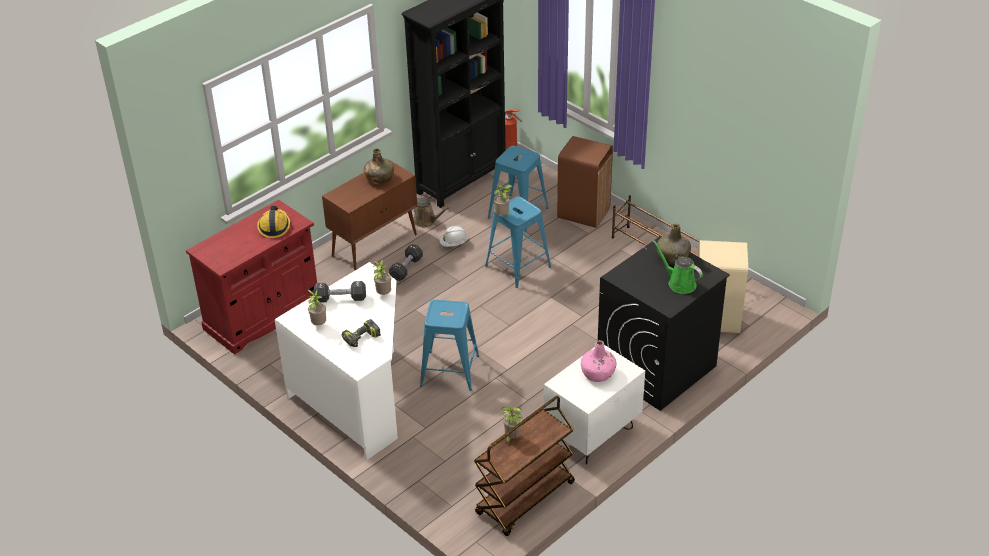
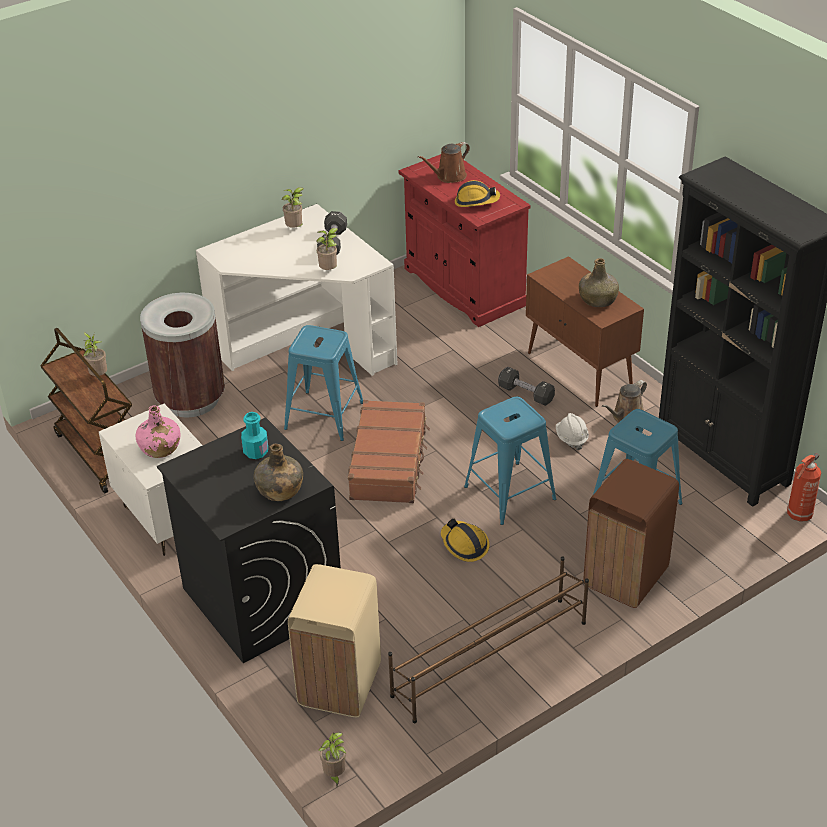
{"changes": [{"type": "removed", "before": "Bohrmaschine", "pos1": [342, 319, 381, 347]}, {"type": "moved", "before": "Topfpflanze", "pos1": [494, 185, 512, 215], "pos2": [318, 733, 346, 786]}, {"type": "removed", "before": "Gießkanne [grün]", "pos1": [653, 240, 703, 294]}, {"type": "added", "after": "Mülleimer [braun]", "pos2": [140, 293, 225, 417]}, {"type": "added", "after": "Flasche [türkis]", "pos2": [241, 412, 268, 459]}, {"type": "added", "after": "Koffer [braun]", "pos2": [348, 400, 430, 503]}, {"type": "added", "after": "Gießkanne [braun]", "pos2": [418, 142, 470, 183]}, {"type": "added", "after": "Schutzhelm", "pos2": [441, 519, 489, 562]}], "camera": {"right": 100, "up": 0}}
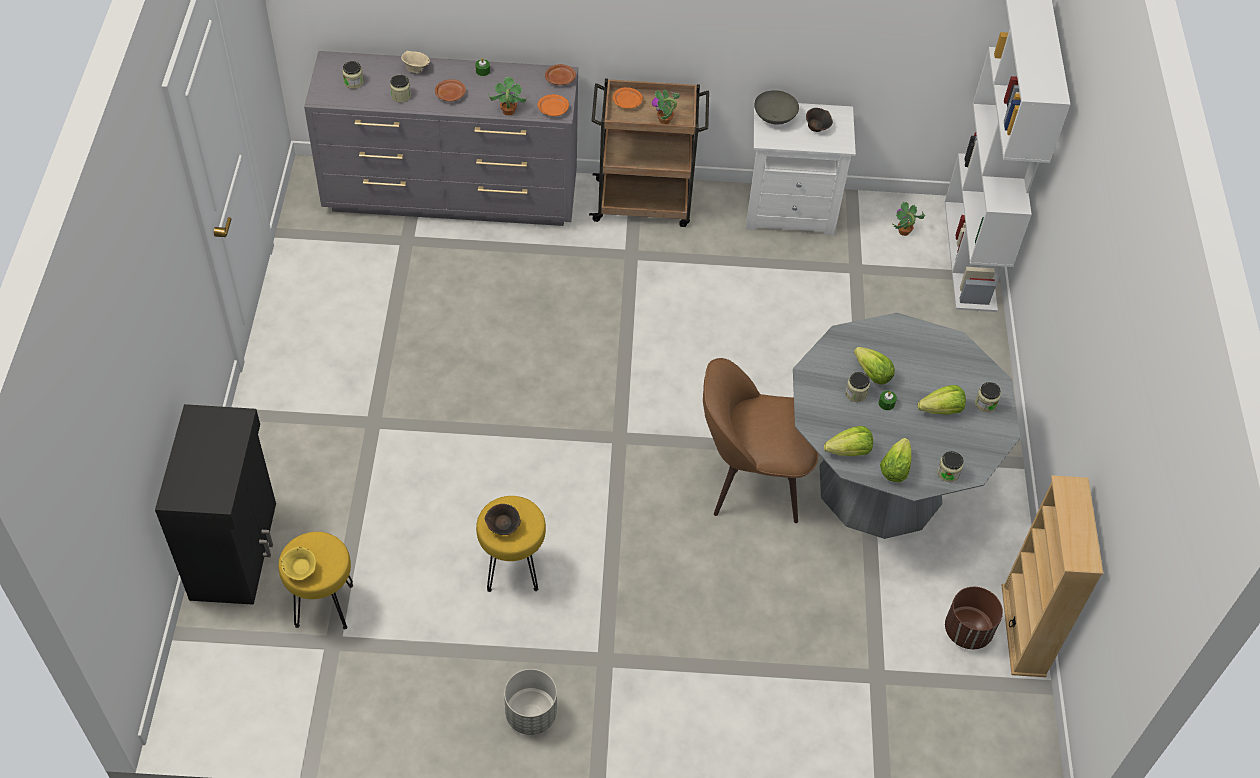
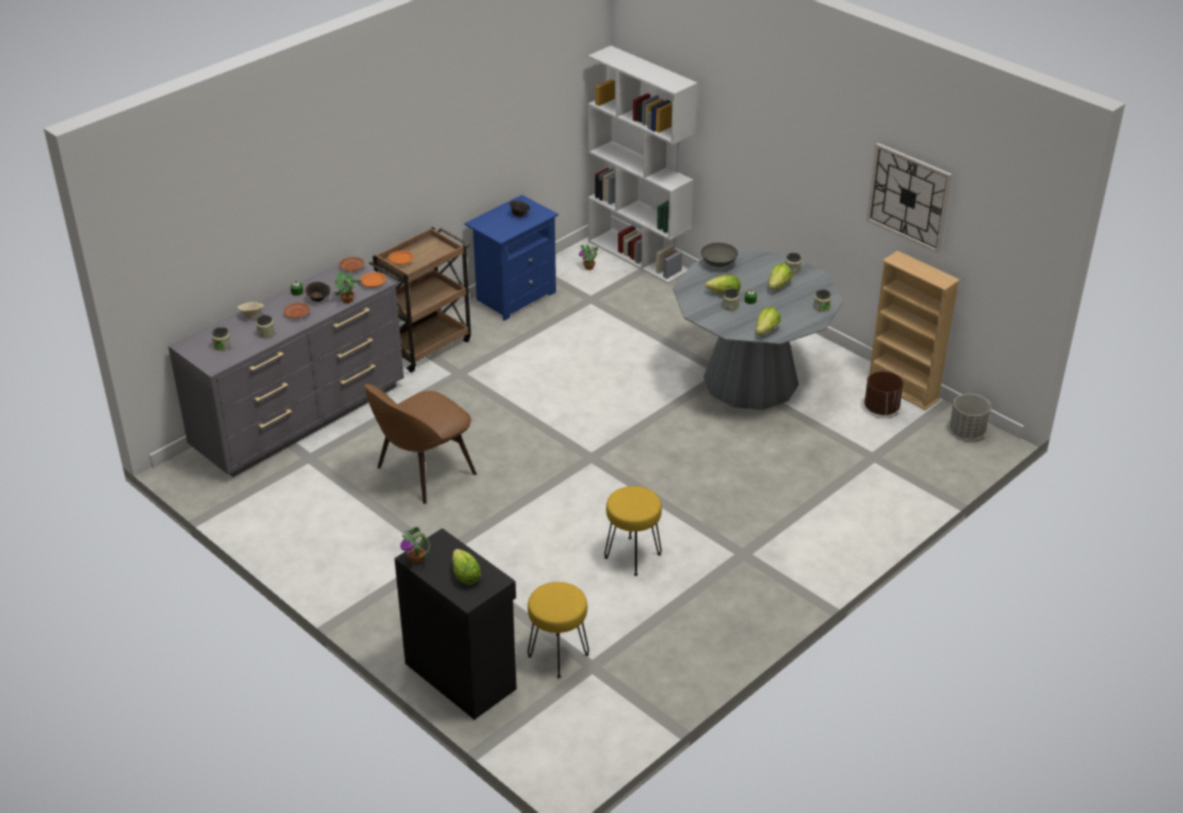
{"changes": [{"type": "removed", "before": "Schüssel [gelb]", "pos1": [281, 547, 316, 580]}, {"type": "moved", "before": "Schüssel [braun]", "pos1": [485, 504, 521, 535], "pos2": [305, 282, 330, 302]}, {"type": "moved", "before": "Pflanzkübel [grau]", "pos1": [504, 669, 557, 735], "pos2": [950, 394, 991, 439]}, {"type": "moved", "before": "Topfpflanze", "pos1": [652, 89, 680, 124], "pos2": [400, 527, 430, 563]}, {"type": "moved", "before": "Stuhl [braun]", "pos1": [703, 358, 818, 523], "pos2": [364, 384, 477, 504]}, {"type": "recoloured", "before": "Nachttisch [weiß]", "after": "Nachttisch [blau]", "pos1": [745, 100, 856, 235], "pos2": [464, 195, 559, 321]}, {"type": "moved", "before": "Schüssel [grau]", "pos1": [754, 90, 799, 125], "pos2": [701, 243, 738, 267]}, {"type": "moved", "before": "Salatkopf", "pos1": [880, 438, 911, 482], "pos2": [452, 549, 481, 585]}, {"type": "added", "after": "Wanduhr", "pos2": [867, 143, 952, 253]}], "camera": {"right": -45, "up": -15}}
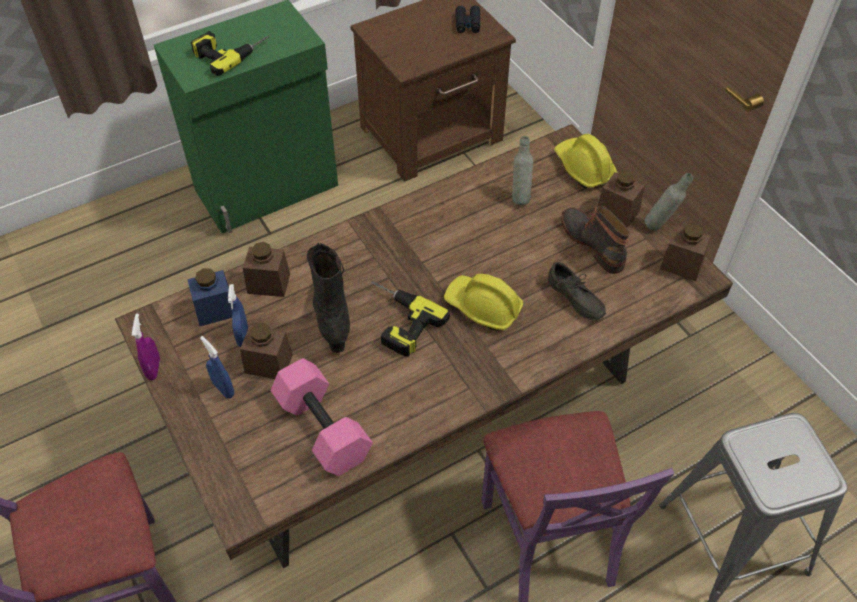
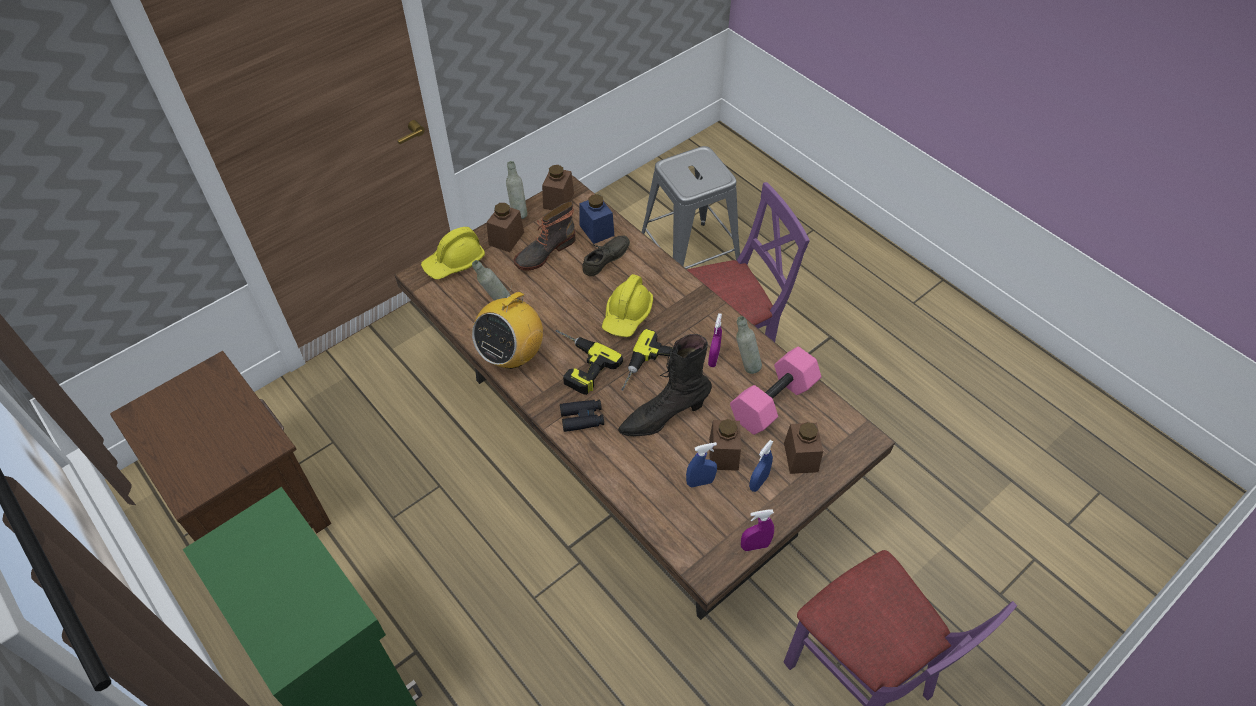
{"changes": [{"type": "moved", "before": "Vorratsglas [blau]", "pos1": [187, 268, 232, 326], "pos2": [579, 194, 614, 244]}, {"type": "moved", "before": "Bohrmaschine", "pos1": [191, 31, 270, 76], "pos2": [555, 330, 623, 395]}, {"type": "moved", "before": "Vorratsglas [braun]", "pos1": [243, 242, 290, 297], "pos2": [784, 422, 823, 474]}, {"type": "moved", "before": "Fernglas [schwarz]", "pos1": [455, 6, 480, 33], "pos2": [560, 399, 604, 432]}, {"type": "added", "after": "Radio", "pos2": [472, 283, 543, 369]}, {"type": "added", "after": "Sprühflasche [lila]", "pos2": [708, 313, 722, 367]}, {"type": "added", "after": "Flasche [grau]", "pos2": [736, 316, 762, 374]}], "camera": {"right": -100, "up": 0}}
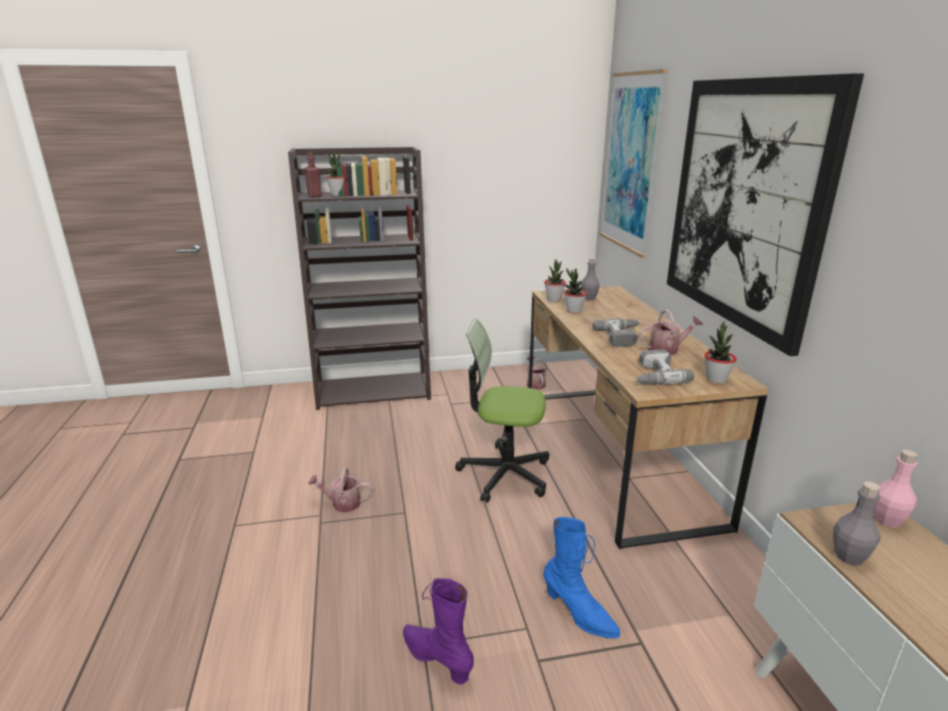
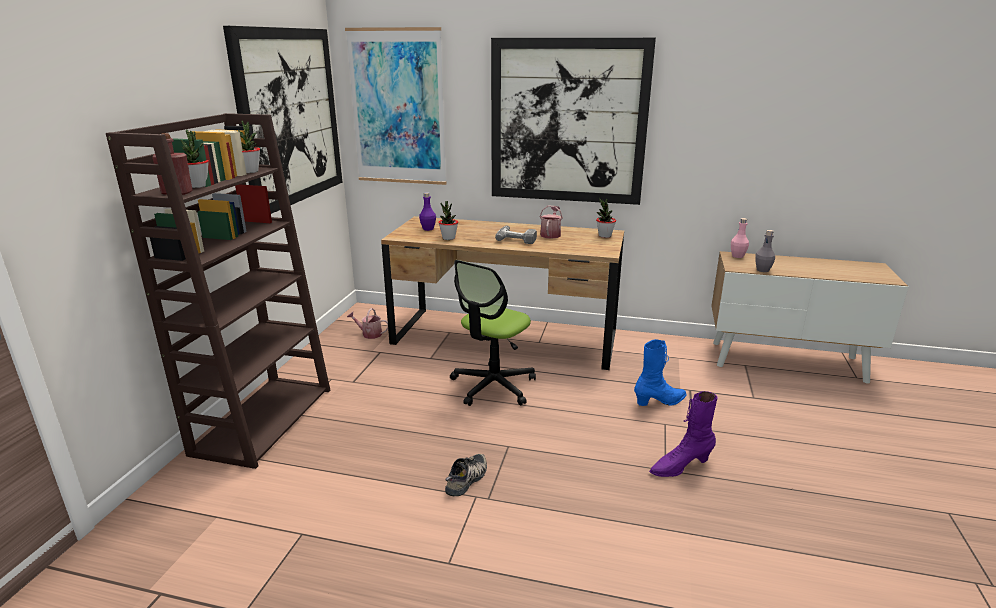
{"changes": [{"type": "replaced", "before": "Gießkanne", "after": "Schuh", "pos1": [308, 468, 372, 512], "pos2": [445, 454, 487, 496]}, {"type": "moved", "before": "Topfpflanze", "pos1": [544, 259, 566, 302], "pos2": [238, 120, 260, 173]}, {"type": "recoloured", "before": "Flasche [grau]", "after": "Flasche [lila]", "pos1": [581, 257, 600, 300], "pos2": [419, 192, 436, 231]}, {"type": "removed", "before": "Bohrmaschine", "pos1": [635, 349, 695, 385]}, {"type": "added", "after": "Bild", "pos2": [223, 26, 342, 214]}], "camera": {"right": -65, "up": 0}}
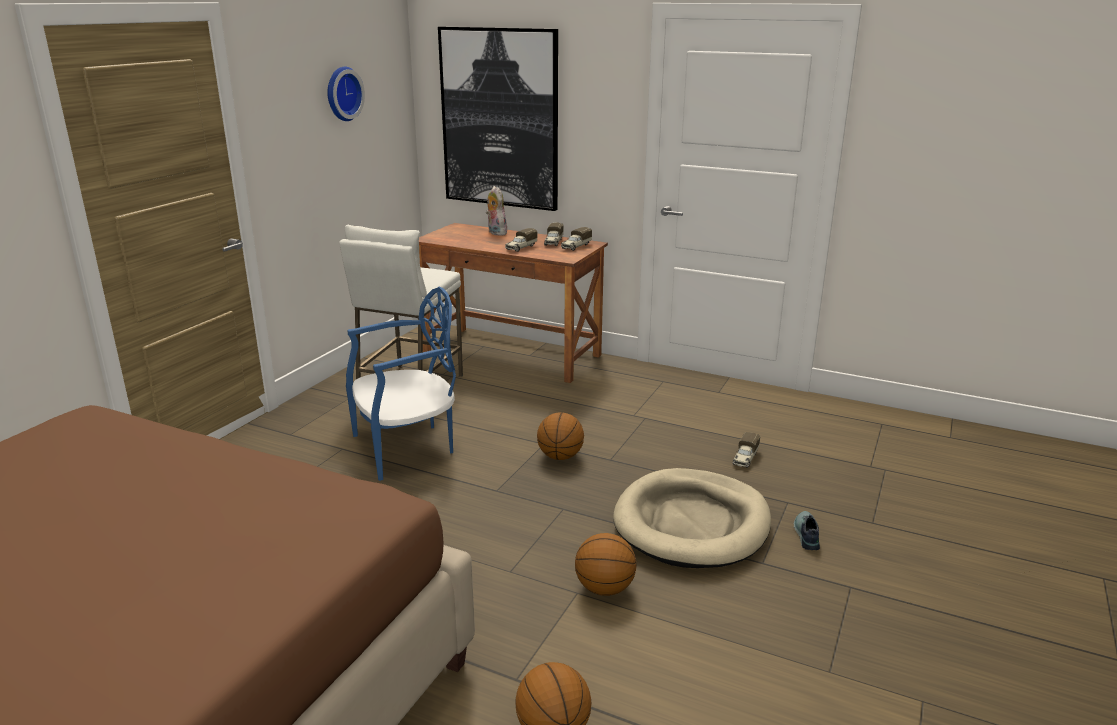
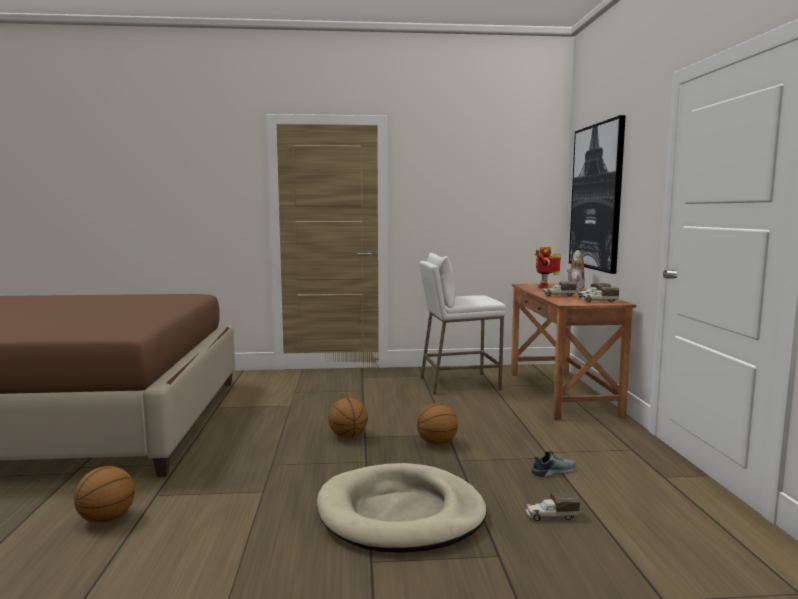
{"changes": [{"type": "removed", "before": "Wanduhr", "pos1": [327, 67, 365, 121]}, {"type": "removed", "before": "Stuhl [blau]", "pos1": [346, 287, 456, 481]}, {"type": "moved", "before": "Basketball", "pos1": [575, 533, 636, 596], "pos2": [328, 398, 368, 438]}, {"type": "moved", "before": "Schuh", "pos1": [793, 511, 820, 550], "pos2": [531, 450, 576, 477]}, {"type": "added", "after": "Spielzeugroboter", "pos2": [535, 246, 561, 288]}], "camera": {"right": 60, "up": -15}}
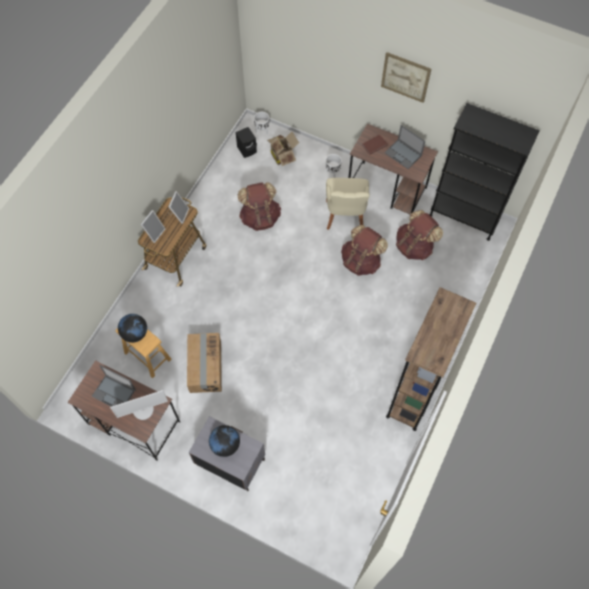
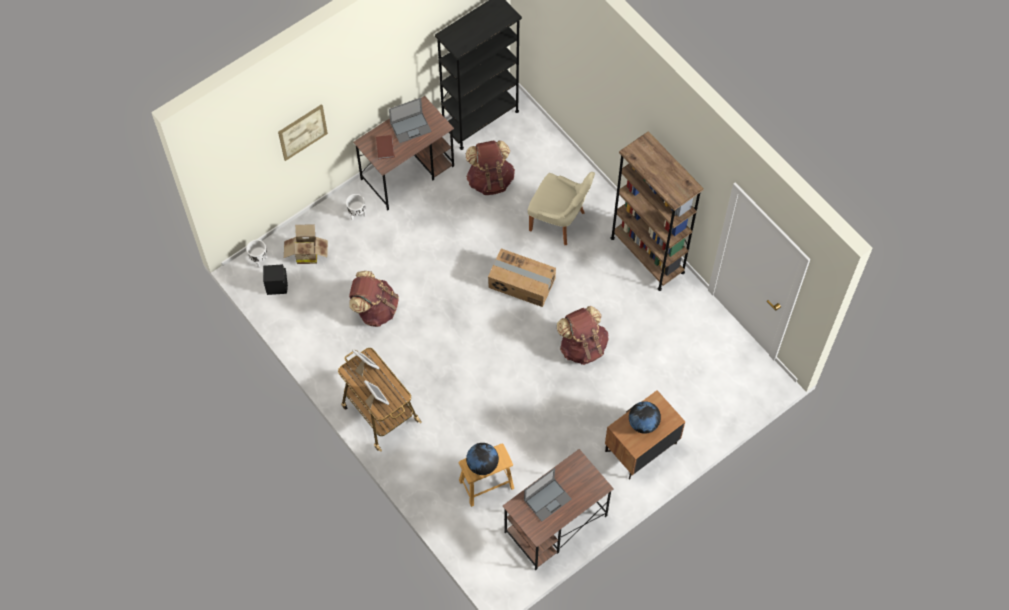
{"changes": [{"type": "removed", "before": "Monitor", "pos1": [110, 390, 168, 420]}, {"type": "moved", "before": "Karton", "pos1": [187, 333, 222, 393], "pos2": [488, 248, 556, 307]}, {"type": "recoloured", "before": "Nachttisch [grau]", "after": "Nachttisch [braun]", "pos1": [189, 416, 265, 491], "pos2": [605, 390, 685, 479]}, {"type": "moved", "before": "Stuhl [beige]", "pos1": [326, 178, 370, 230], "pos2": [528, 172, 595, 245]}, {"type": "moved", "before": "Rucksack [braun]", "pos1": [341, 225, 388, 276], "pos2": [557, 306, 609, 365]}, {"type": "moved", "before": "Bild", "pos1": [381, 52, 431, 103], "pos2": [278, 104, 328, 161]}], "camera": {"right": -65, "up": 0}}
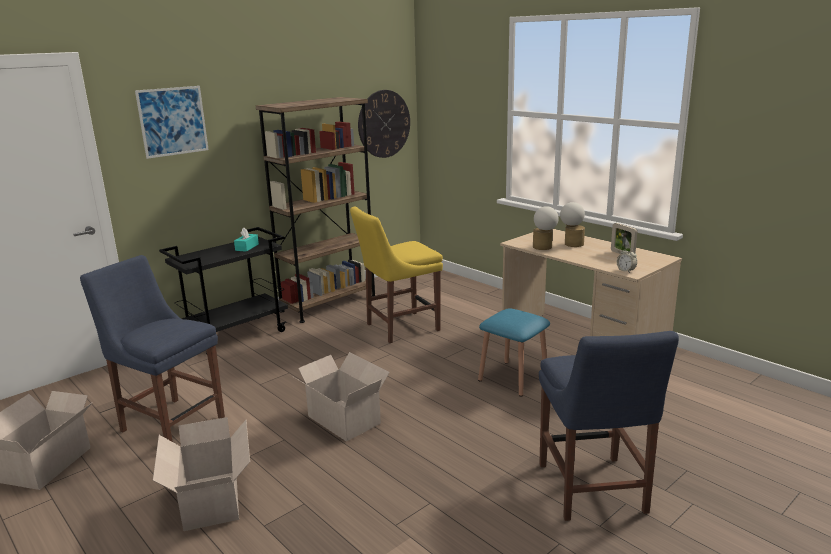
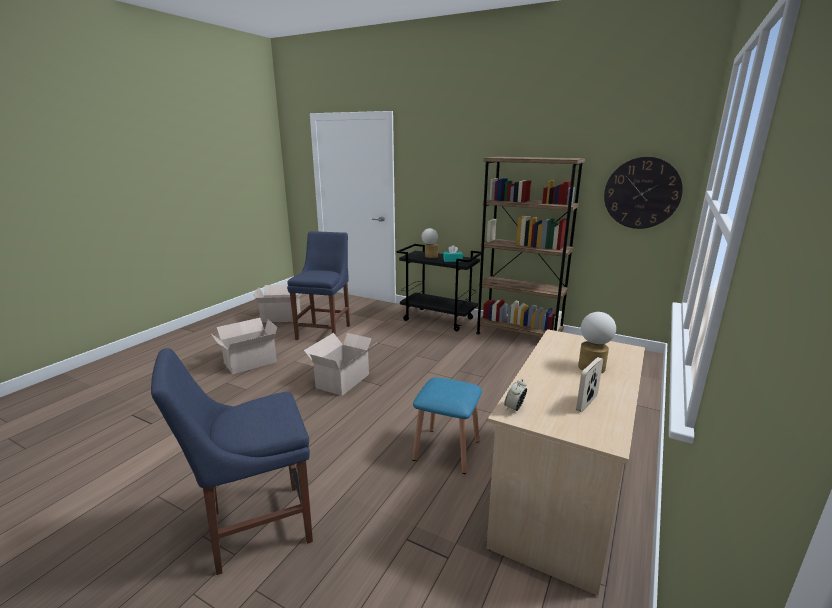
{"changes": [{"type": "removed", "before": "Bild", "pos1": [135, 86, 209, 159]}, {"type": "removed", "before": "Stuhl [gelb]", "pos1": [350, 207, 443, 343]}, {"type": "moved", "before": "Tischlampe", "pos1": [533, 206, 559, 250], "pos2": [422, 228, 438, 258]}], "camera": {"right": 70, "up": 0}}
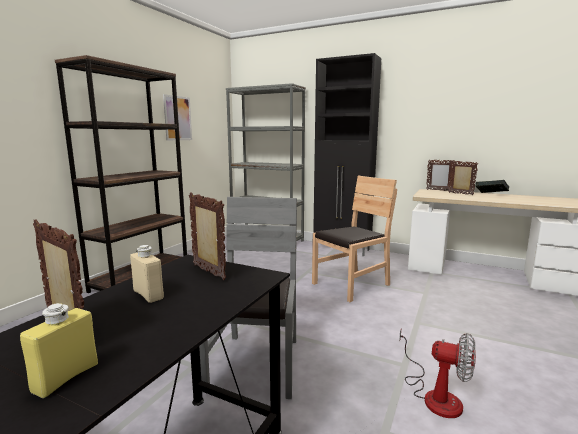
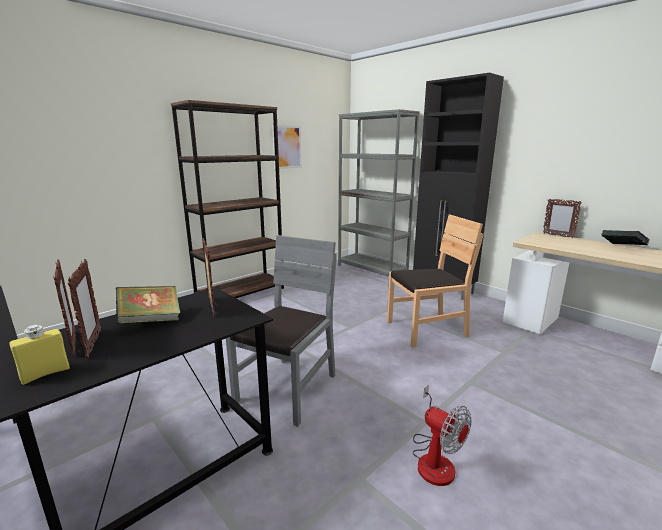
{"changes": [{"type": "replaced", "before": "Flasche [beige]", "after": "Buch", "pos1": [130, 245, 164, 303], "pos2": [116, 286, 180, 324]}, {"type": "moved", "before": "Bilderrahmen", "pos1": [448, 160, 478, 195], "pos2": [68, 259, 101, 359]}], "camera": {"right": 20, "up": 5}}
